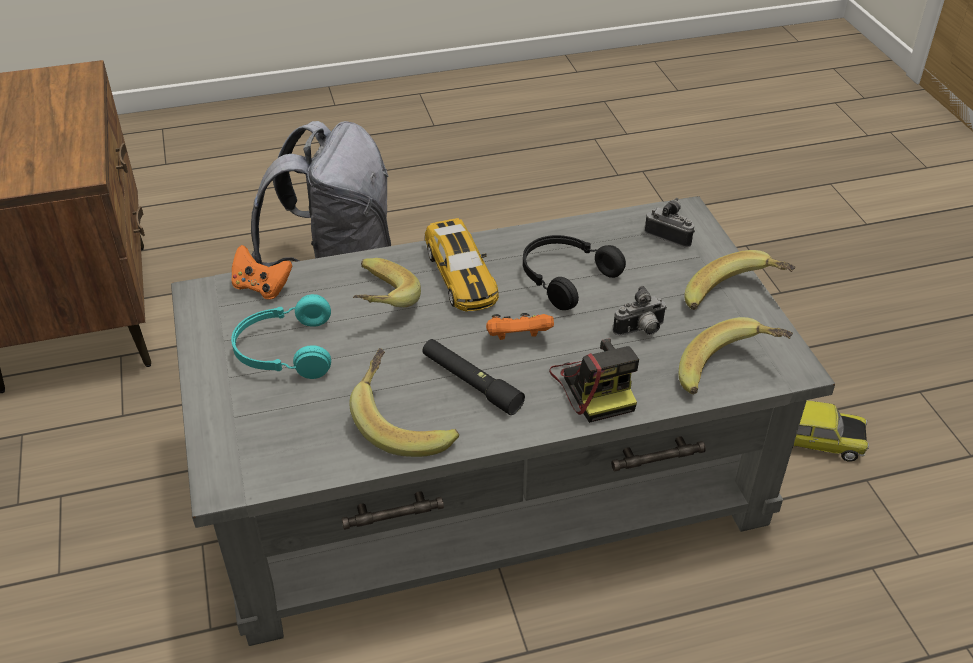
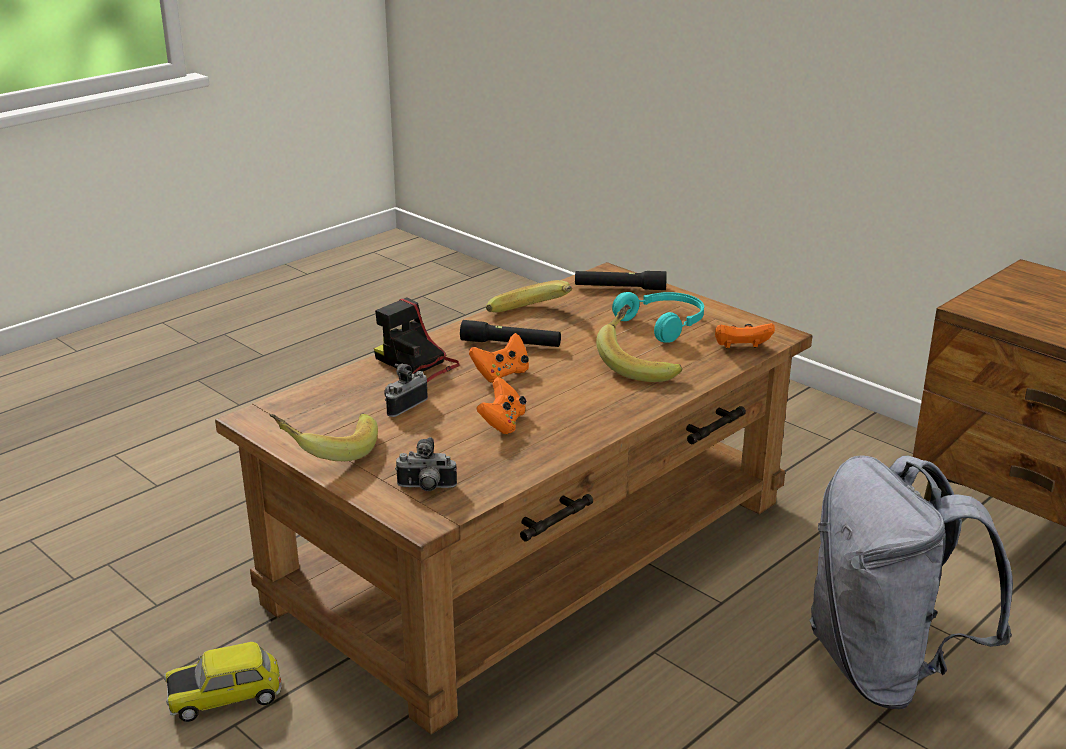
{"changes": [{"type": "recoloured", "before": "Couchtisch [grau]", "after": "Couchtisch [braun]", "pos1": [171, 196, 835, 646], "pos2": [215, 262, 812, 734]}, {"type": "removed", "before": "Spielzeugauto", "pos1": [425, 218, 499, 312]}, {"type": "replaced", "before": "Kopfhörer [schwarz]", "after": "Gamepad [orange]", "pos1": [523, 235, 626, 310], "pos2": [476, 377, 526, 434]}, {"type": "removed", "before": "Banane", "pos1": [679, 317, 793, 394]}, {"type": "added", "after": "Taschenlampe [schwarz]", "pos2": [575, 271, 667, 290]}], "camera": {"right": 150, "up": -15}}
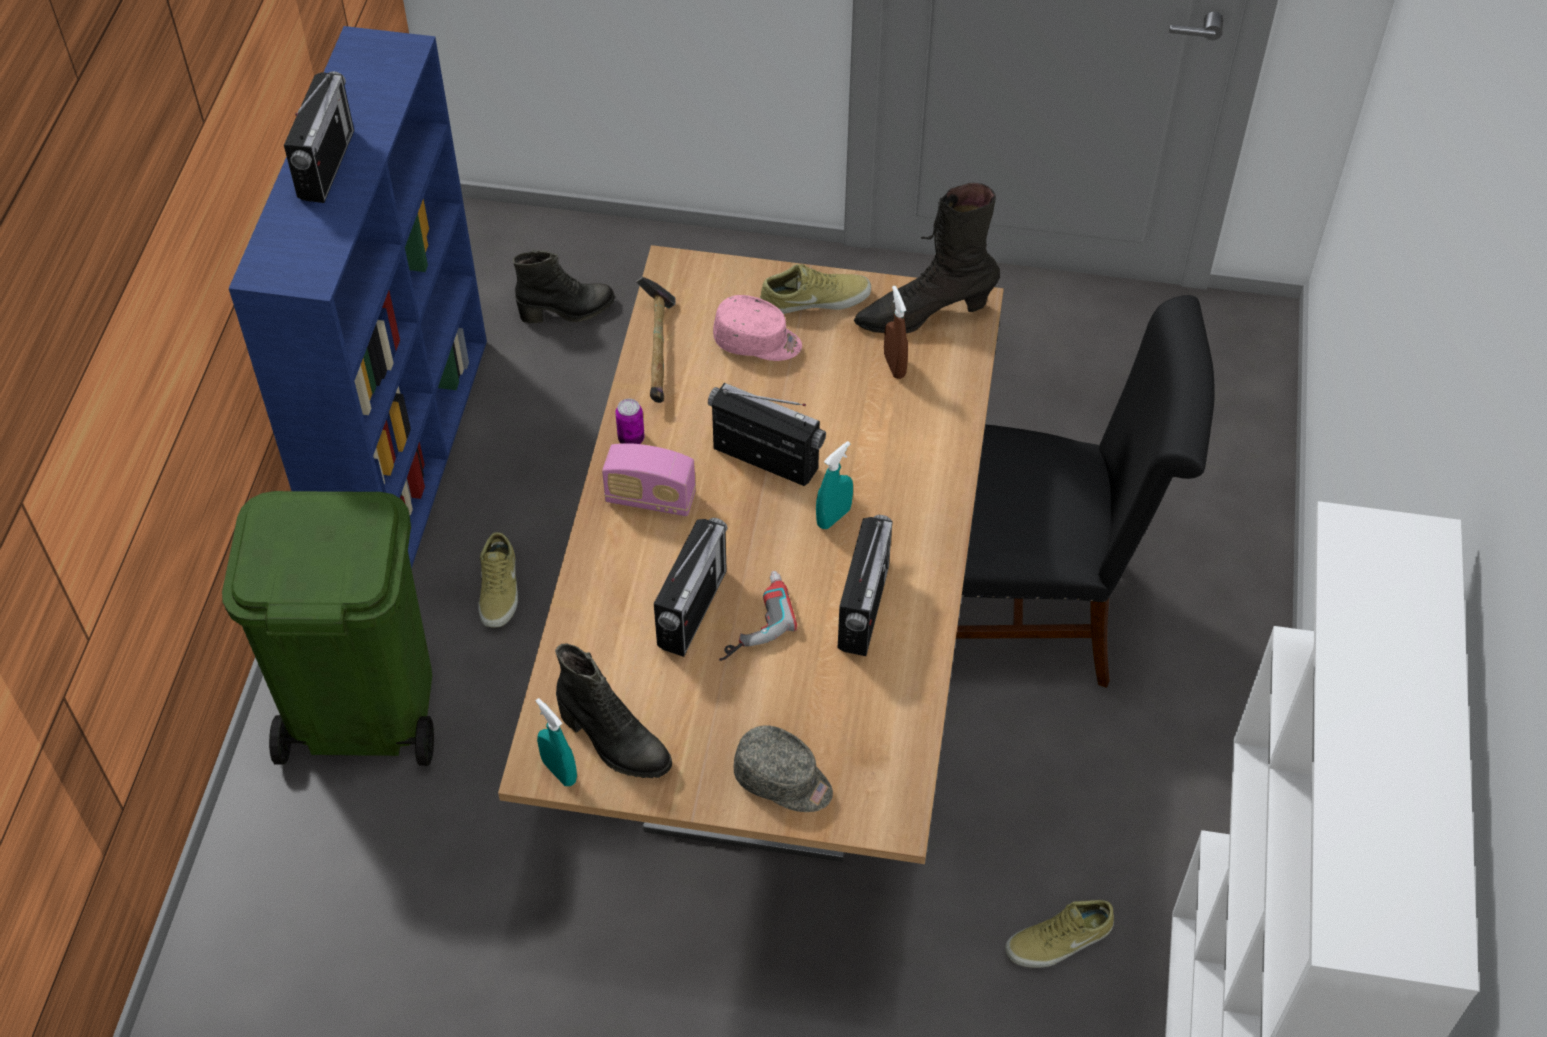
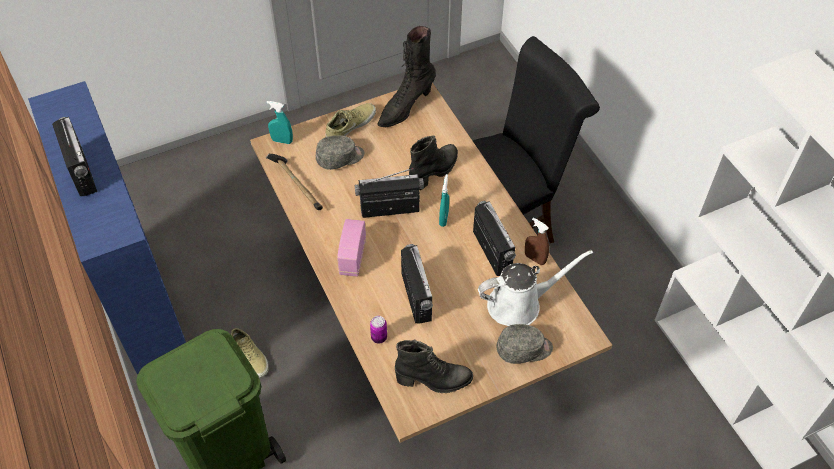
{"changes": [{"type": "moved", "before": "Stiefel [schwarz]", "pos1": [513, 250, 615, 323], "pos2": [409, 135, 458, 190]}, {"type": "moved", "before": "Sprühflasche [türkis]", "pos1": [536, 698, 577, 786], "pos2": [267, 101, 293, 144]}, {"type": "turned", "before": "Radio", "pos1": [602, 443, 696, 516], "pos2": [337, 219, 366, 277], "turn": 120}, {"type": "moved", "before": "Dose", "pos1": [615, 399, 645, 444], "pos2": [370, 316, 387, 344]}, {"type": "recoloured", "before": "Kappe [rosa]", "after": "Kappe [grau]", "pos1": [713, 295, 802, 361], "pos2": [316, 135, 364, 170]}, {"type": "removed", "before": "Bohrmaschine", "pos1": [719, 571, 797, 661]}, {"type": "moved", "before": "Sprühflasche [braun]", "pos1": [884, 286, 908, 379], "pos2": [525, 218, 549, 265]}, {"type": "removed", "before": "Schuh [beige]", "pos1": [1005, 900, 1114, 968]}, {"type": "added", "after": "Gießkanne [weiß]", "pos2": [478, 250, 593, 326]}], "camera": {"right": -35, "up": 0}}
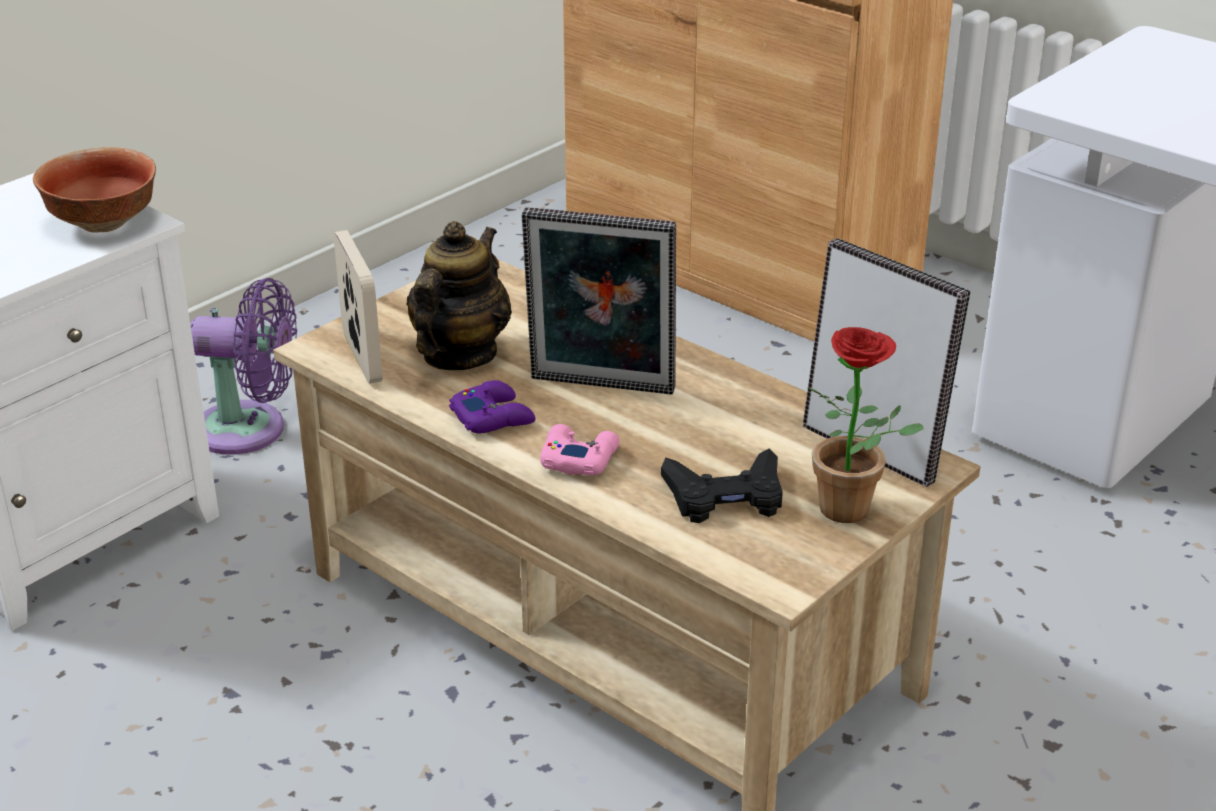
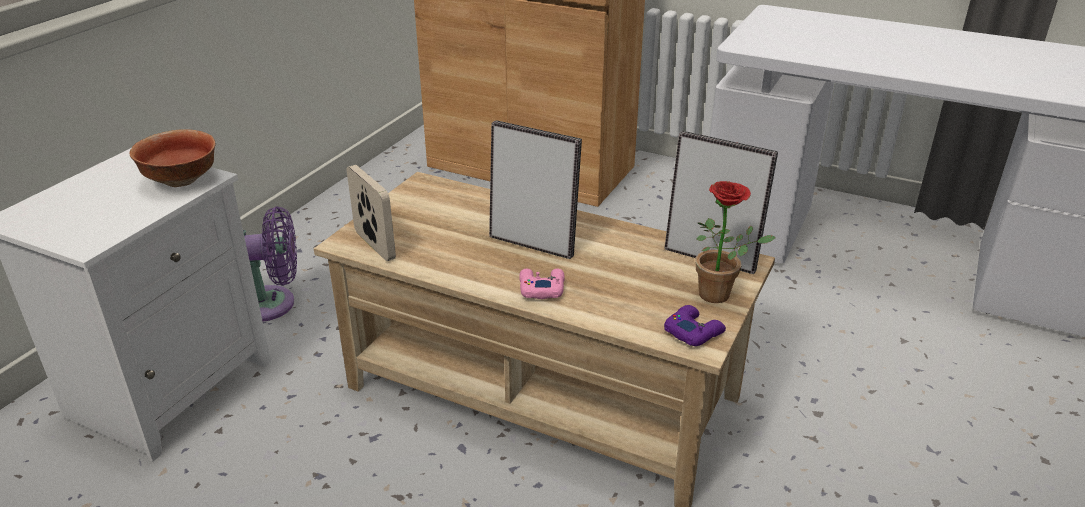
{"changes": [{"type": "removed", "before": "Teekanne", "pos1": [407, 221, 512, 370]}, {"type": "moved", "before": "Gamepad [lila]", "pos1": [449, 380, 536, 434], "pos2": [664, 305, 726, 346]}, {"type": "turned", "before": "Bilderrahmen", "pos1": [522, 207, 676, 395], "pos2": [489, 120, 582, 259], "turn": -150}, {"type": "removed", "before": "Gamepad [schwarz]", "pos1": [661, 448, 783, 523]}], "camera": {"right": -15, "up": 0}}
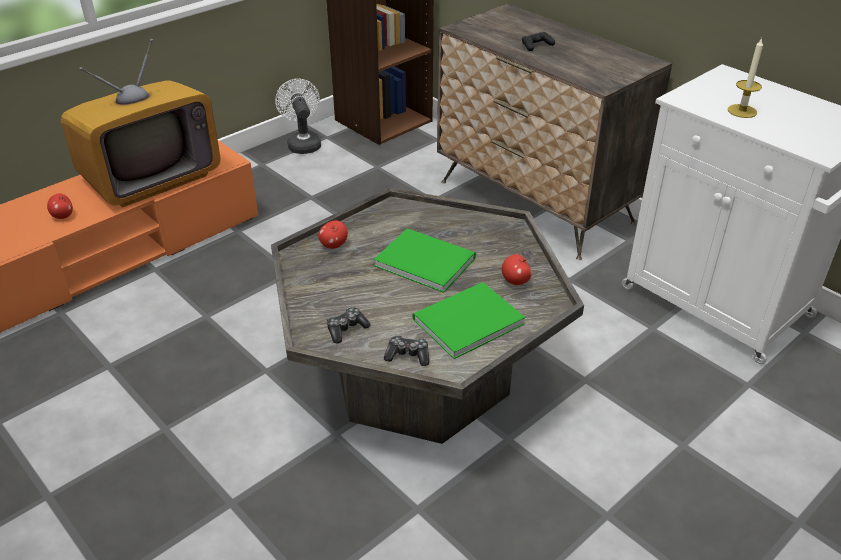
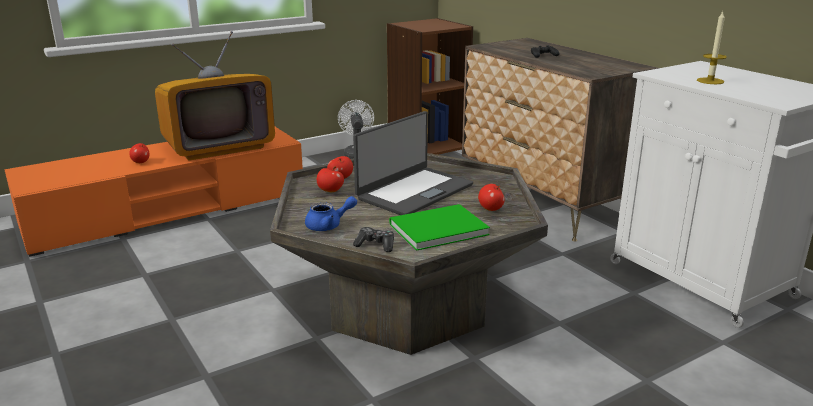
{"changes": [{"type": "replaced", "before": "Gamepad", "after": "Teekanne [blau]", "pos1": [327, 308, 371, 343], "pos2": [305, 196, 357, 231]}, {"type": "replaced", "before": "Buch [grün]", "after": "Laptop", "pos1": [374, 228, 476, 293], "pos2": [353, 111, 473, 215]}, {"type": "added", "after": "Apfel", "pos2": [317, 166, 344, 192]}], "camera": {"right": 10, "up": -15}}
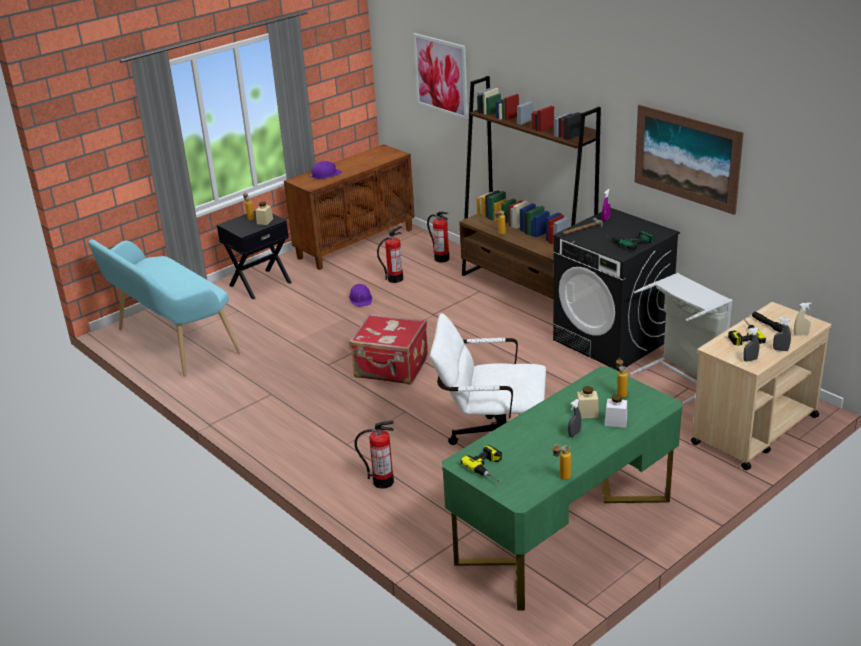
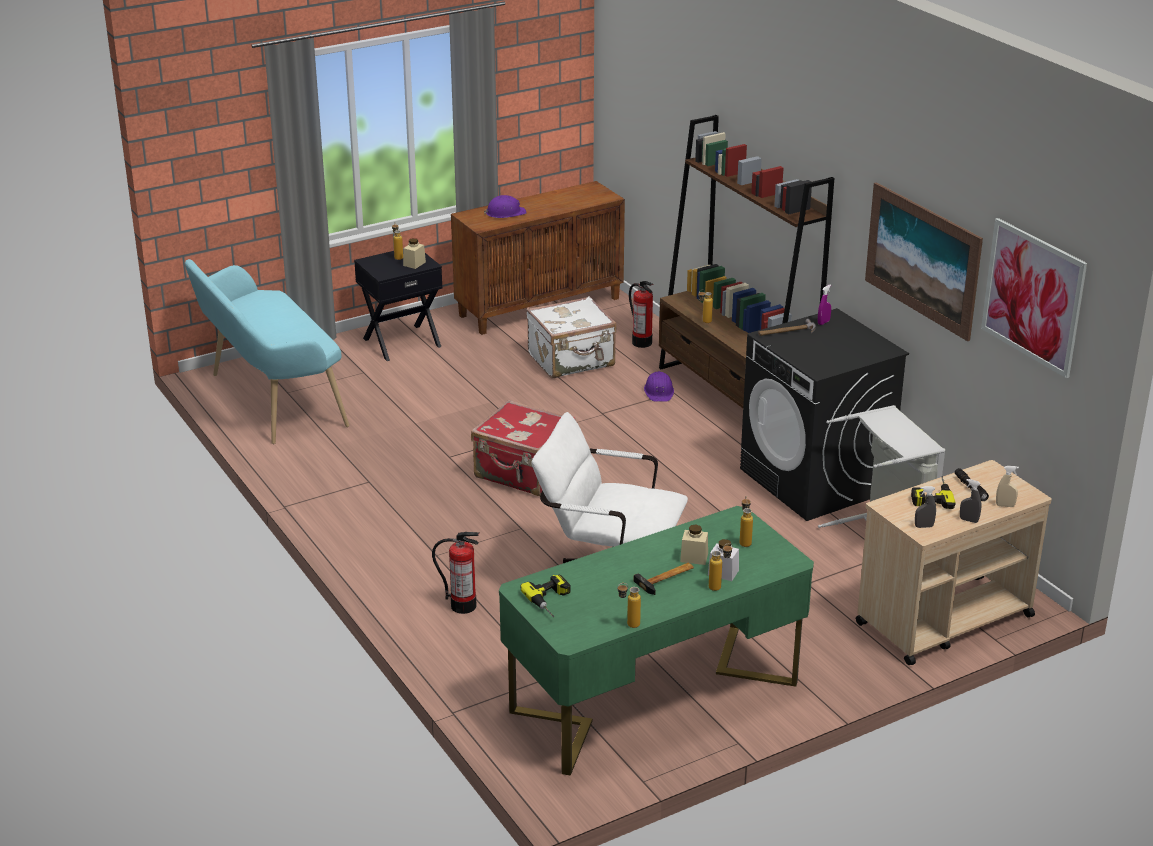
{"changes": [{"type": "moved", "before": "Schutzhelm [lila]", "pos1": [349, 284, 372, 307], "pos2": [644, 371, 674, 402]}, {"type": "replaced", "before": "Feuerlöscher", "after": "Koffer [weiß]", "pos1": [377, 226, 403, 283], "pos2": [526, 296, 616, 378]}, {"type": "moved", "before": "Bild", "pos1": [413, 33, 468, 120], "pos2": [981, 218, 1087, 378]}, {"type": "replaced", "before": "Sprühflasche [grau]", "after": "Hammer", "pos1": [568, 399, 581, 437], "pos2": [634, 563, 694, 595]}, {"type": "removed", "before": "Bohrmaschine", "pos1": [608, 231, 654, 250]}, {"type": "added", "after": "Flasche", "pos2": [709, 543, 733, 591]}], "camera": {"right": 10, "up": 0}}
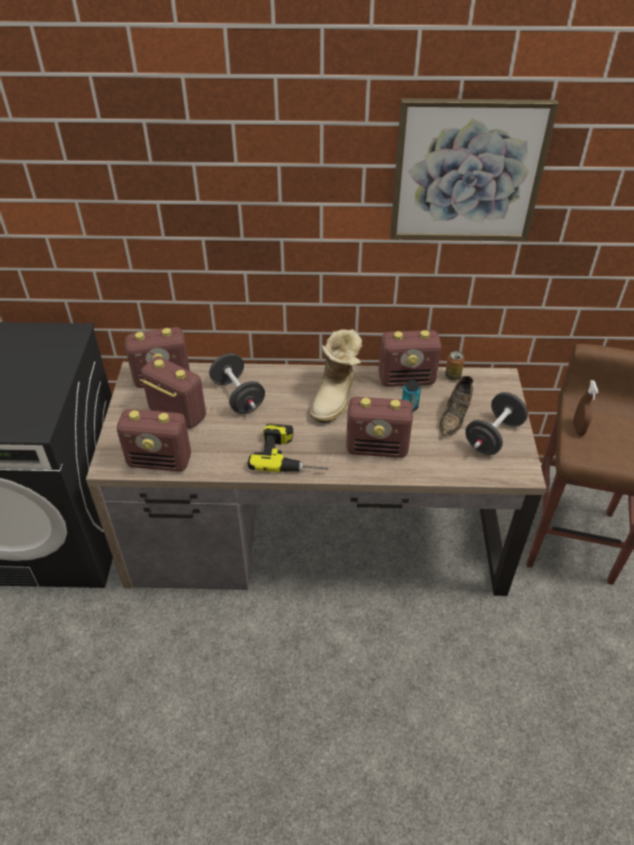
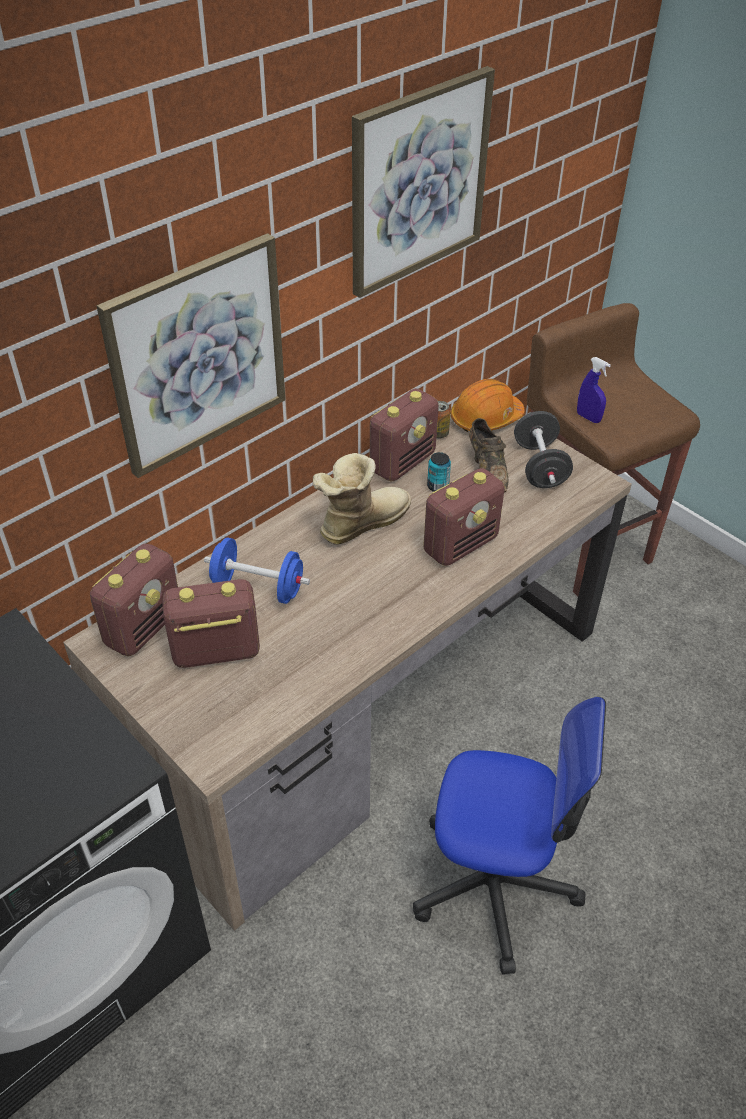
{"changes": [{"type": "removed", "before": "Radio", "pos1": [117, 409, 191, 472]}, {"type": "recoloured", "before": "Hantel [schwarz]", "after": "Hantel [blau]", "pos1": [209, 353, 265, 414], "pos2": [204, 537, 310, 604]}, {"type": "removed", "before": "Bohrmaschine", "pos1": [248, 424, 328, 472]}, {"type": "turned", "before": "Stiefel", "pos1": [310, 329, 362, 423], "pos2": [313, 453, 411, 545], "turn": -105}, {"type": "recoloured", "before": "Sprühflasche [braun]", "after": "Sprühflasche [blau]", "pos1": [573, 380, 598, 436], "pos2": [577, 357, 611, 423]}, {"type": "added", "after": "Bild", "pos2": [97, 233, 285, 478]}, {"type": "added", "after": "Bürostuhl", "pos2": [413, 697, 606, 975]}, {"type": "added", "after": "Schutzhelm [orange]", "pos2": [451, 379, 525, 432]}], "camera": {"right": -45, "up": 0}}
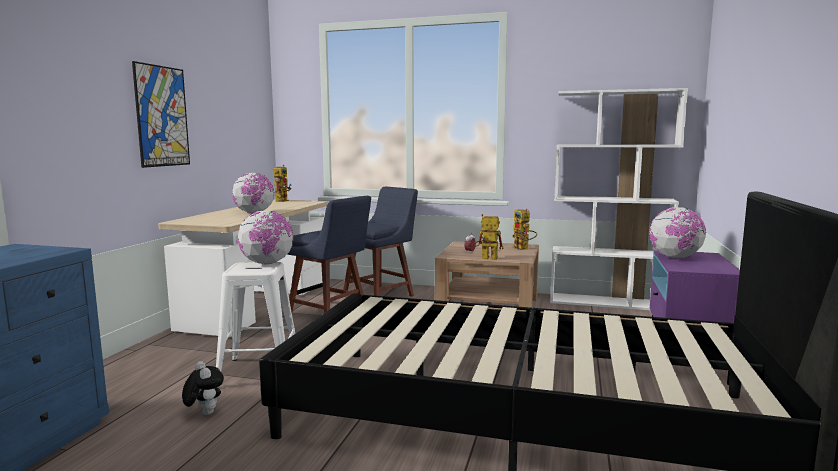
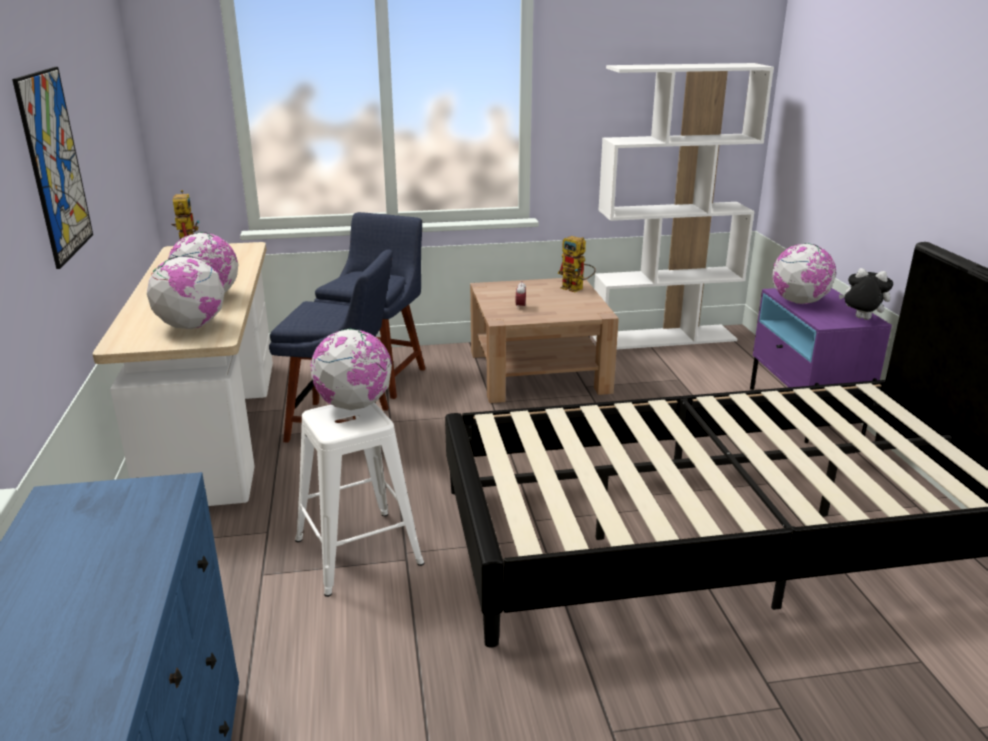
{"changes": [{"type": "moved", "before": "Plüschtier", "pos1": [182, 361, 224, 415], "pos2": [839, 268, 893, 320]}, {"type": "removed", "before": "Spielzeugroboter", "pos1": [473, 214, 504, 260]}, {"type": "added", "after": "Globus", "pos2": [147, 256, 225, 329]}], "camera": {"right": -25, "up": 15}}
